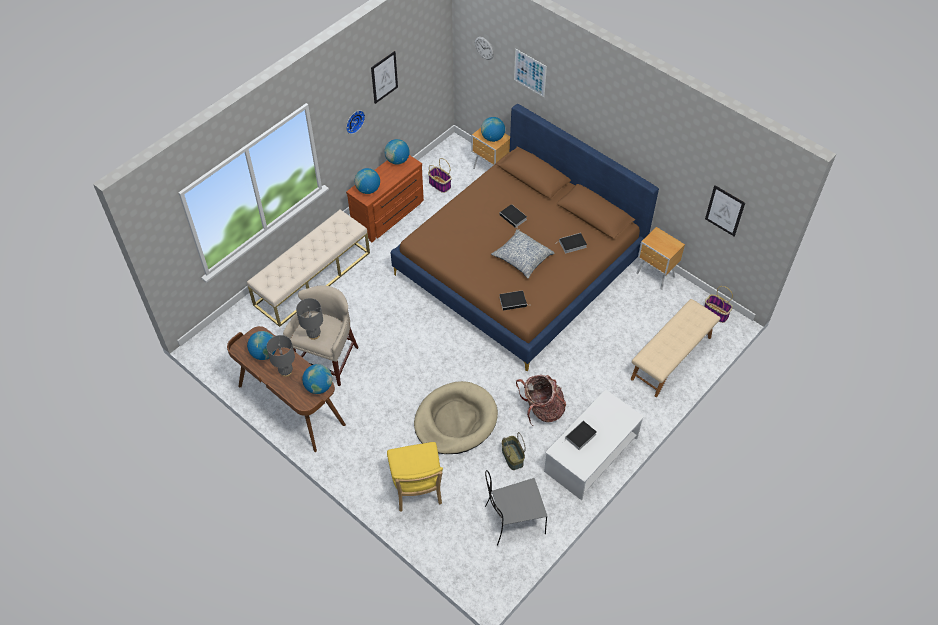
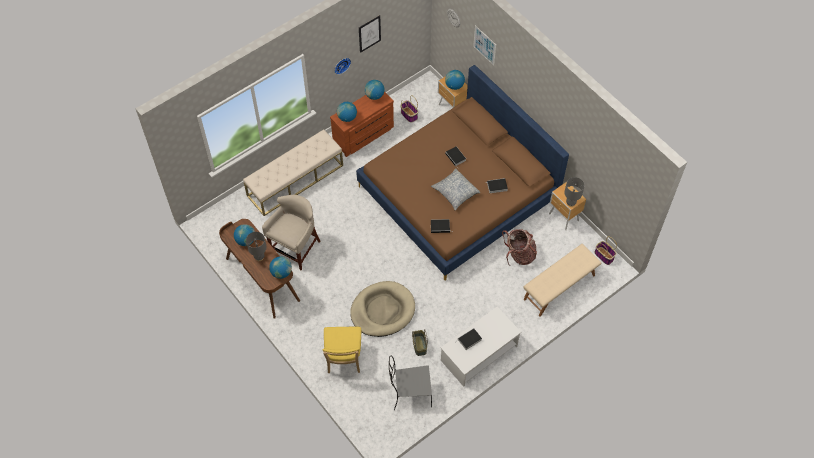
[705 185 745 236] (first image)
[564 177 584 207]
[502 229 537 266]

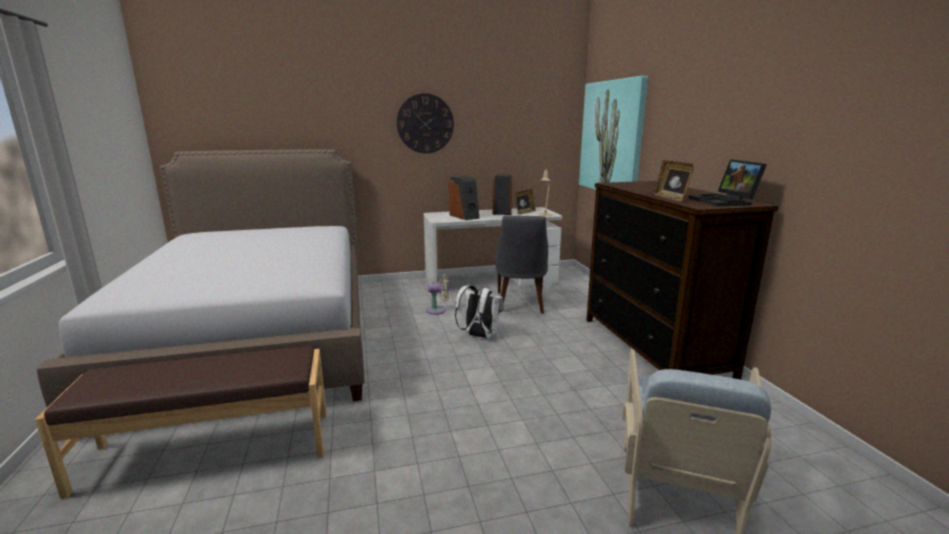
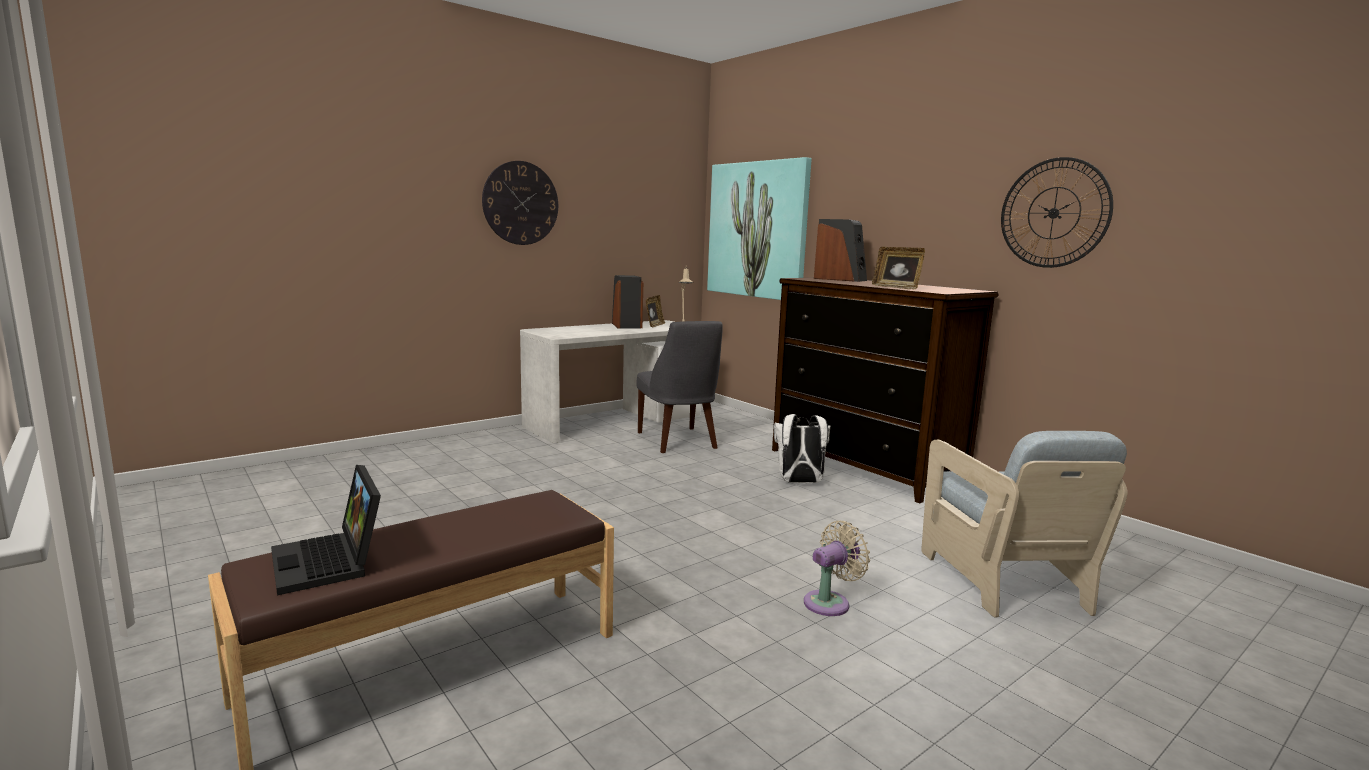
[37 149 365 407] (first image)
[1001 157 1113 268]
[804 521 870 616]
[814 219 867 282]
[774 414 830 483]
[271 465 381 595]

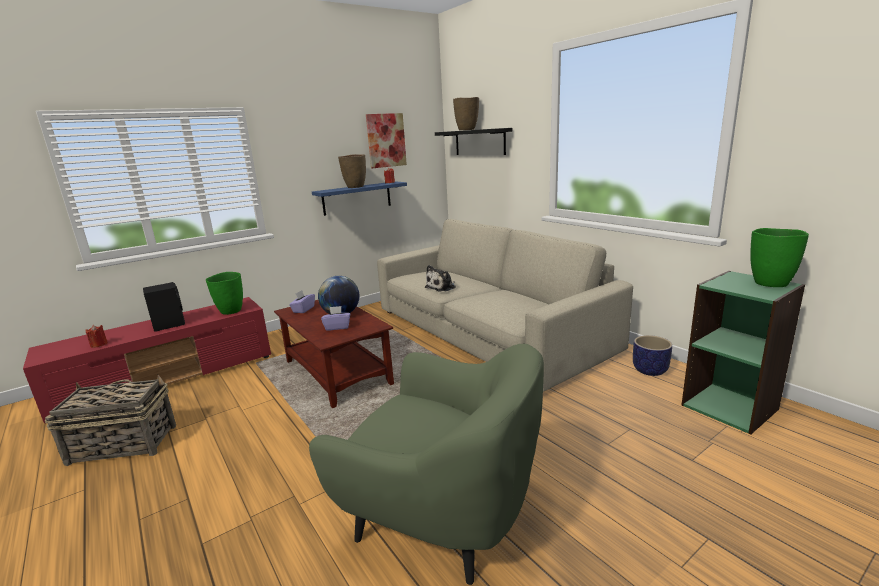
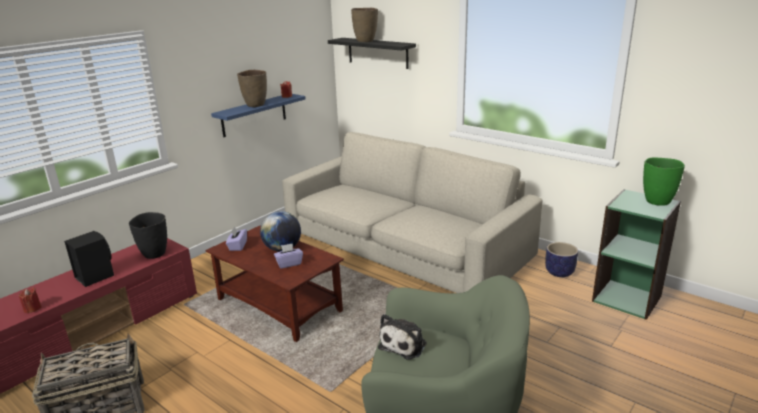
[366 113 407 168] (first image)
[378 314 426 360]
[129 212 167 259]

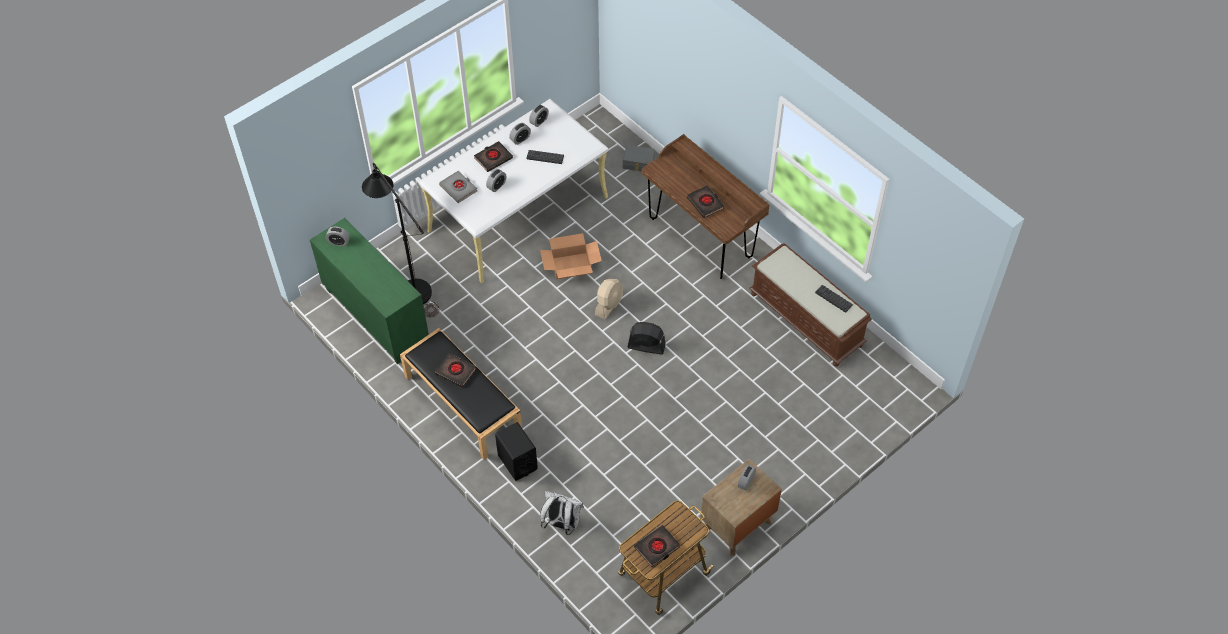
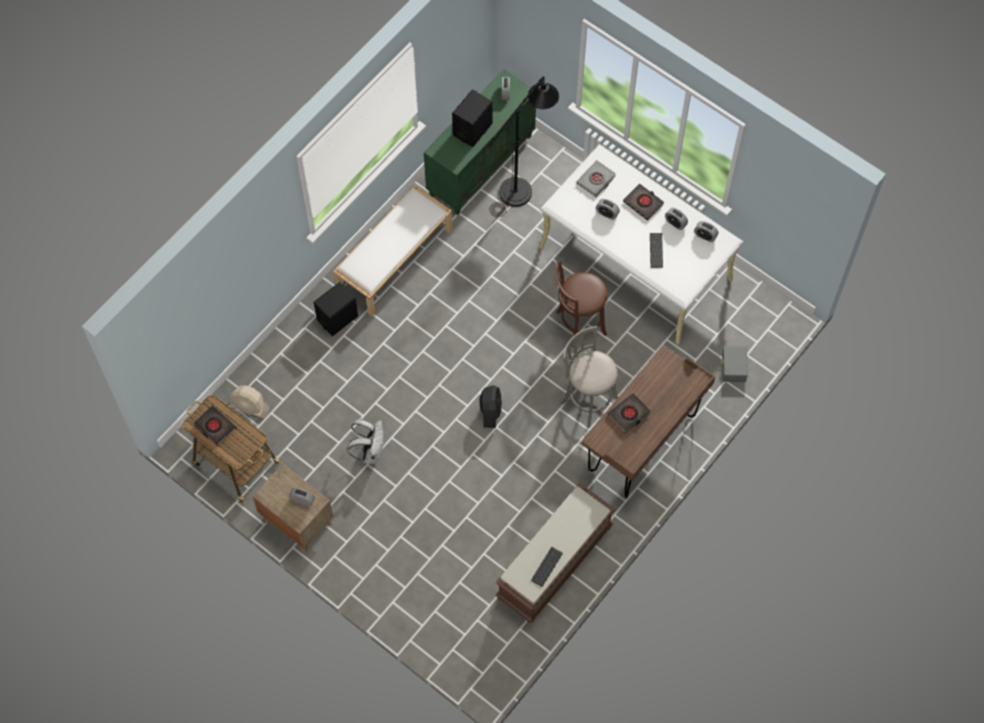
[435 353 476 387] (first image)
[452 90 492 147]
[561 326 618 427]
[347 419 384 464]
[230 385 270 419]
[555 260 608 348]
[333 185 453 316]

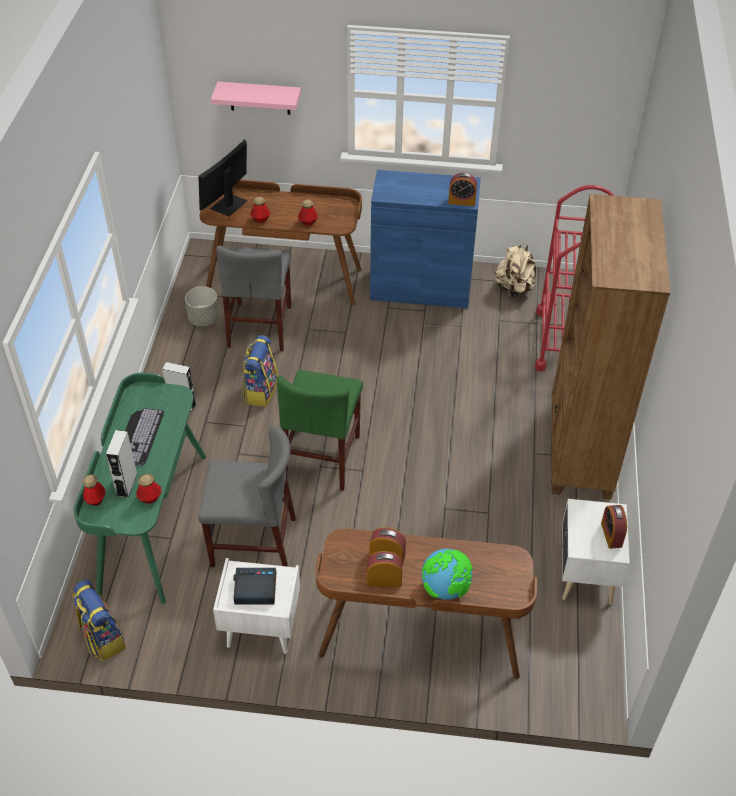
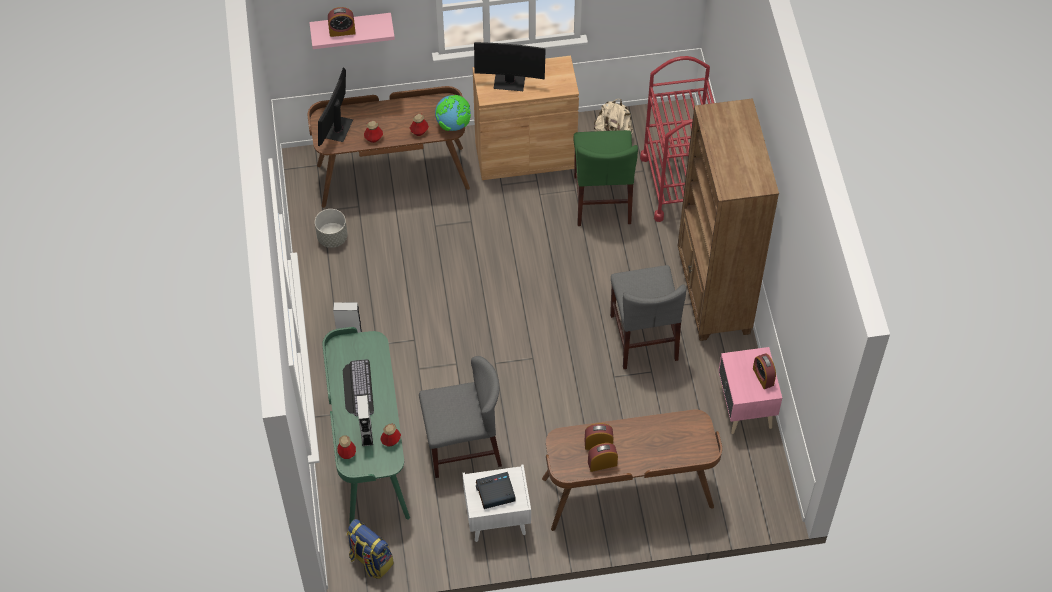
[242 335 278 407] (first image)
[474 42 546 91]
[610 265 686 369]
[573 130 638 226]
[435 95 471 131]
[328 7 356 37]
[473 56 579 180]
[718 347 782 434]

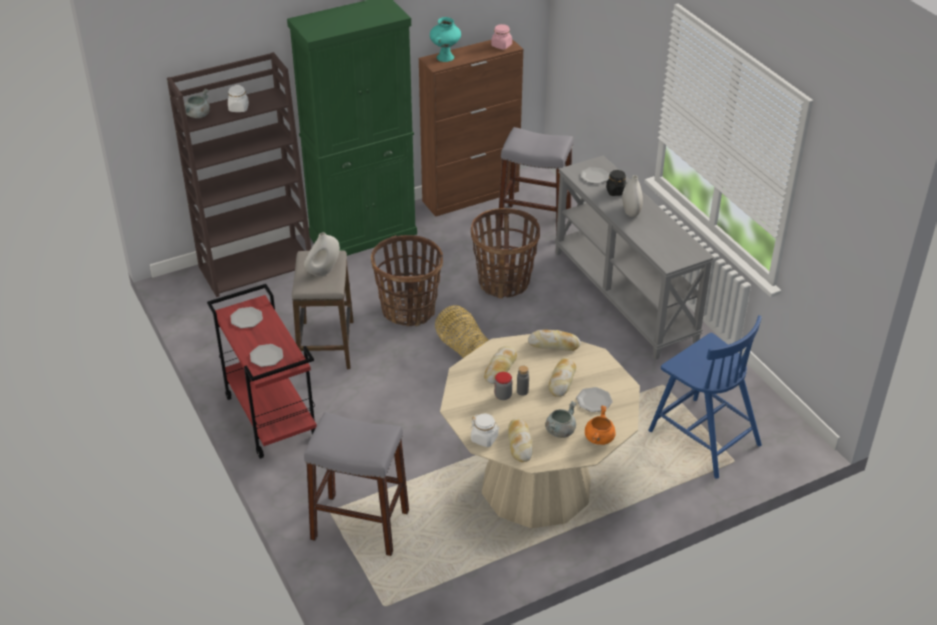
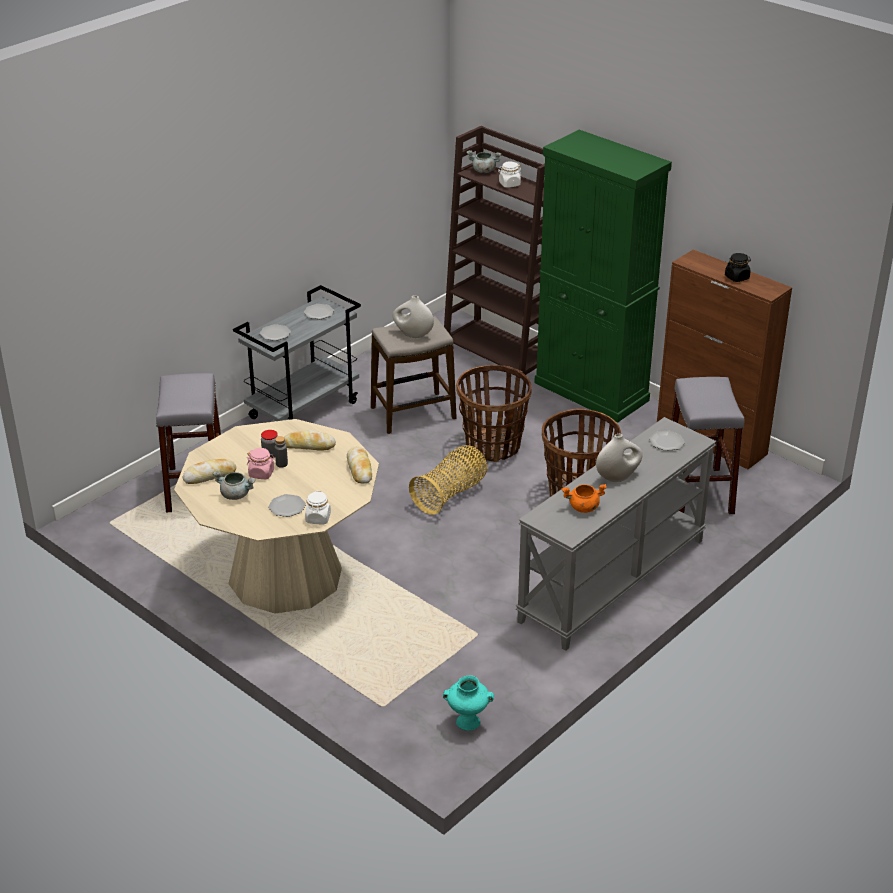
[549 358 576 397] (first image)
[648 315 762 479] (first image)
[443 675 494 731]
[305 491 331 524]
[247 448 275 479]
[562 484 607 513]
[725 253 751 282]
[233 285 361 421]

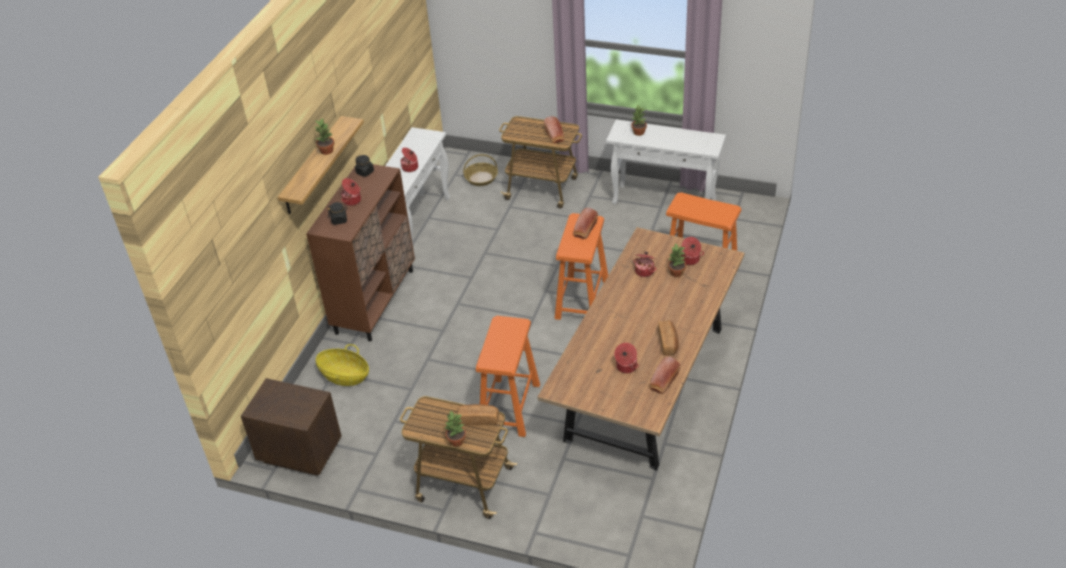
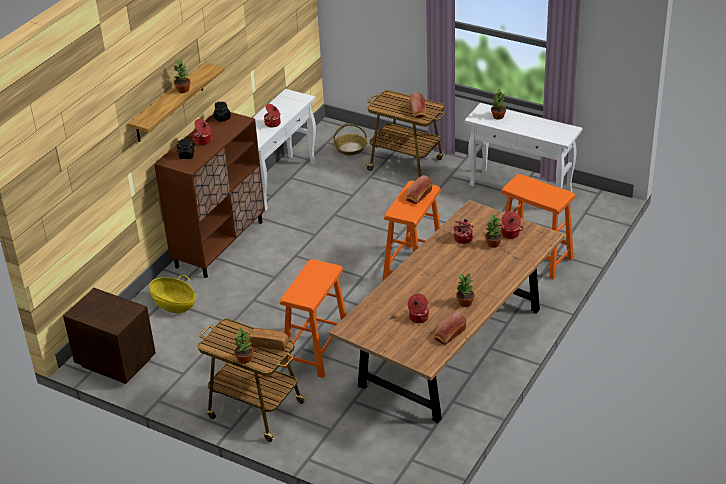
[456 273 475 307]

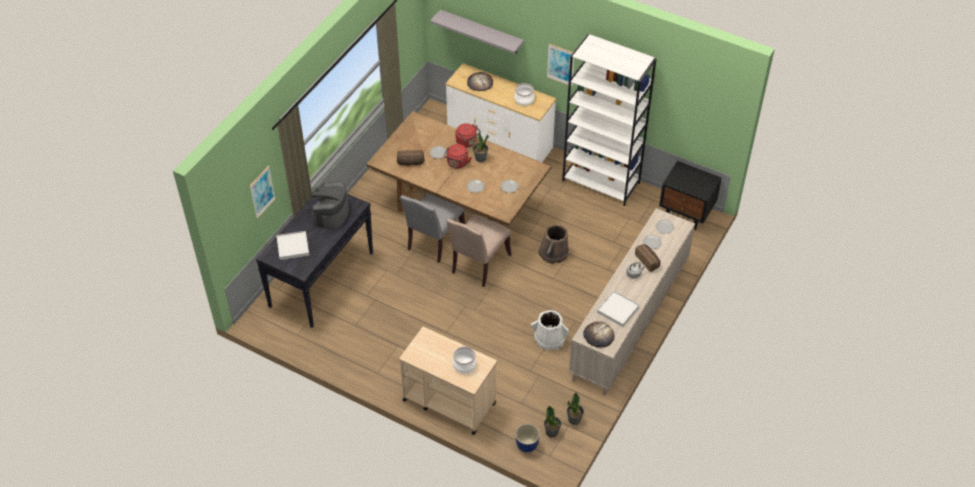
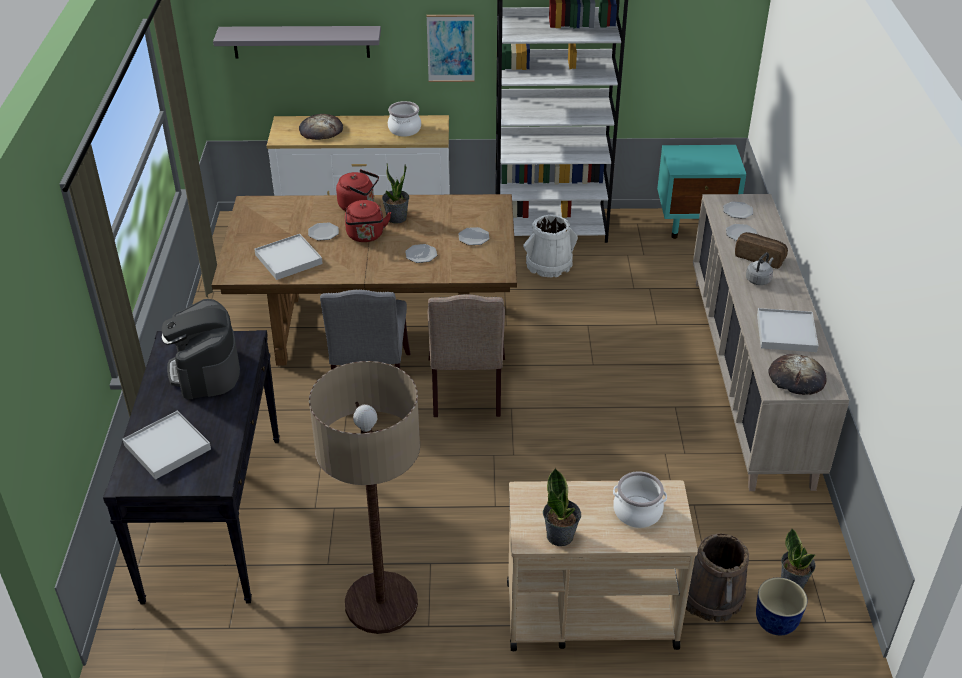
[250 166 276 219] (first image)
[309 361 420 634]
[523 215 578 278]
[686 534 749 622]
[543 468 581 546]
[254 234 323 280]
[657 145 746 239]

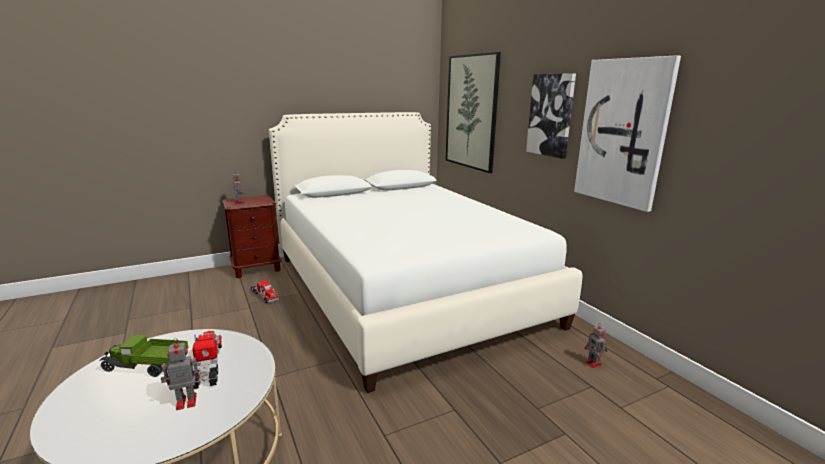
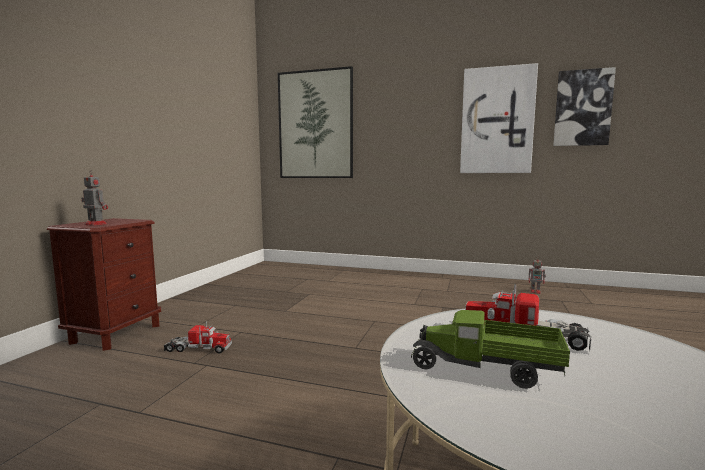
[161 338 200 410] (first image)
[269 112 582 393] (first image)
[553 67 616 146]
[411 310 570 389]

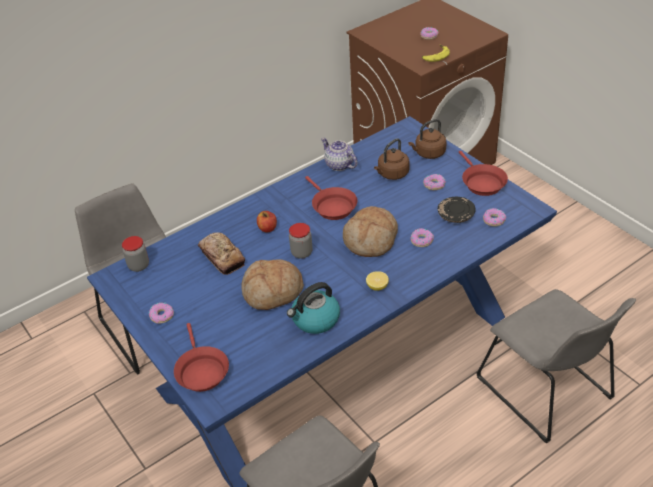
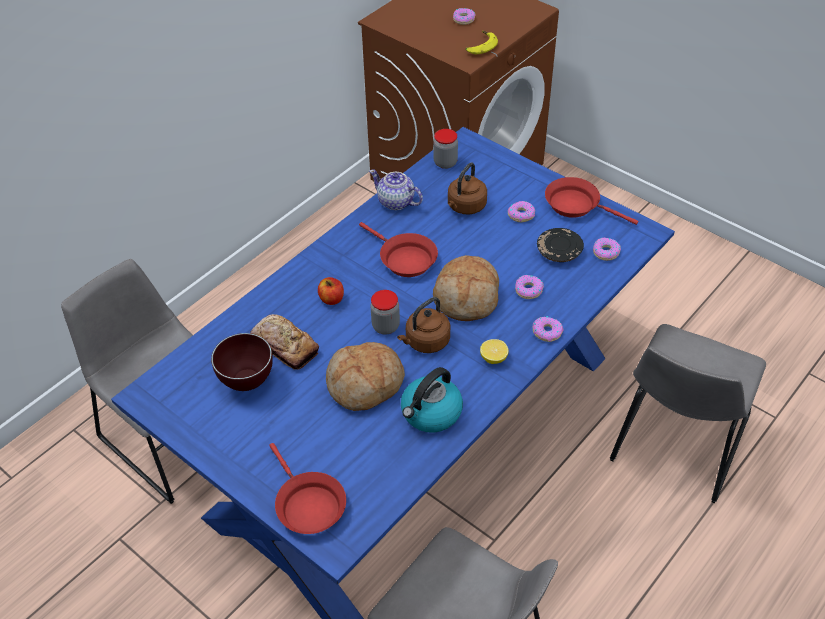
[211 333 273 391]
[434 129 458 169]
[533 316 564 342]
[397 297 450 353]
[545 177 638 225]
[610 324 766 503]

